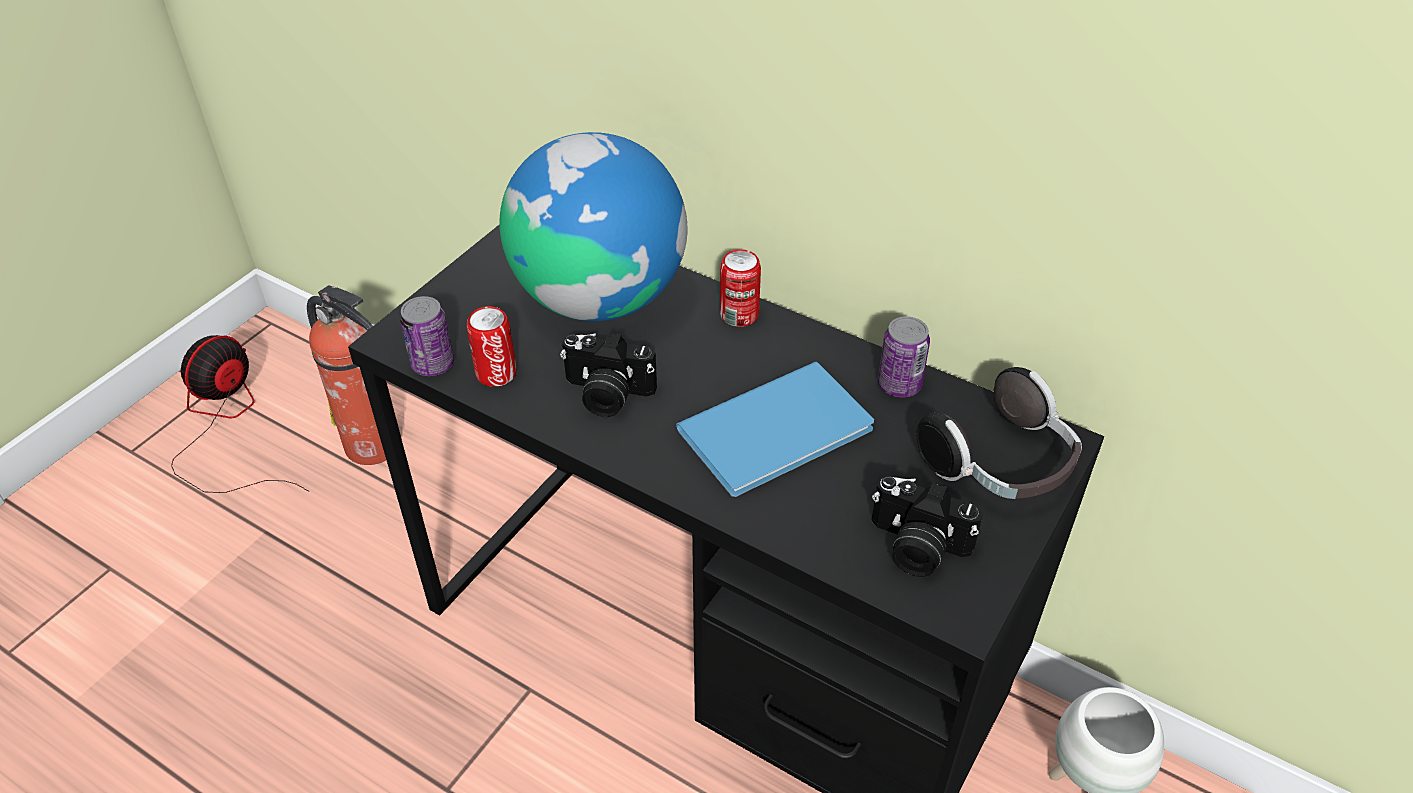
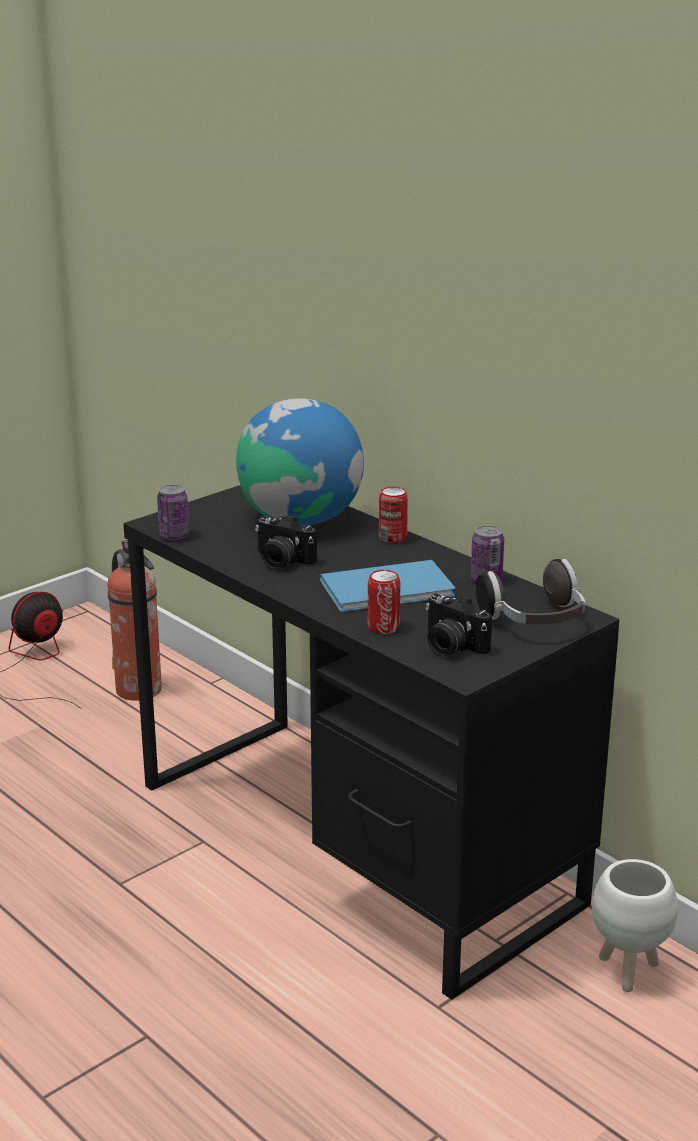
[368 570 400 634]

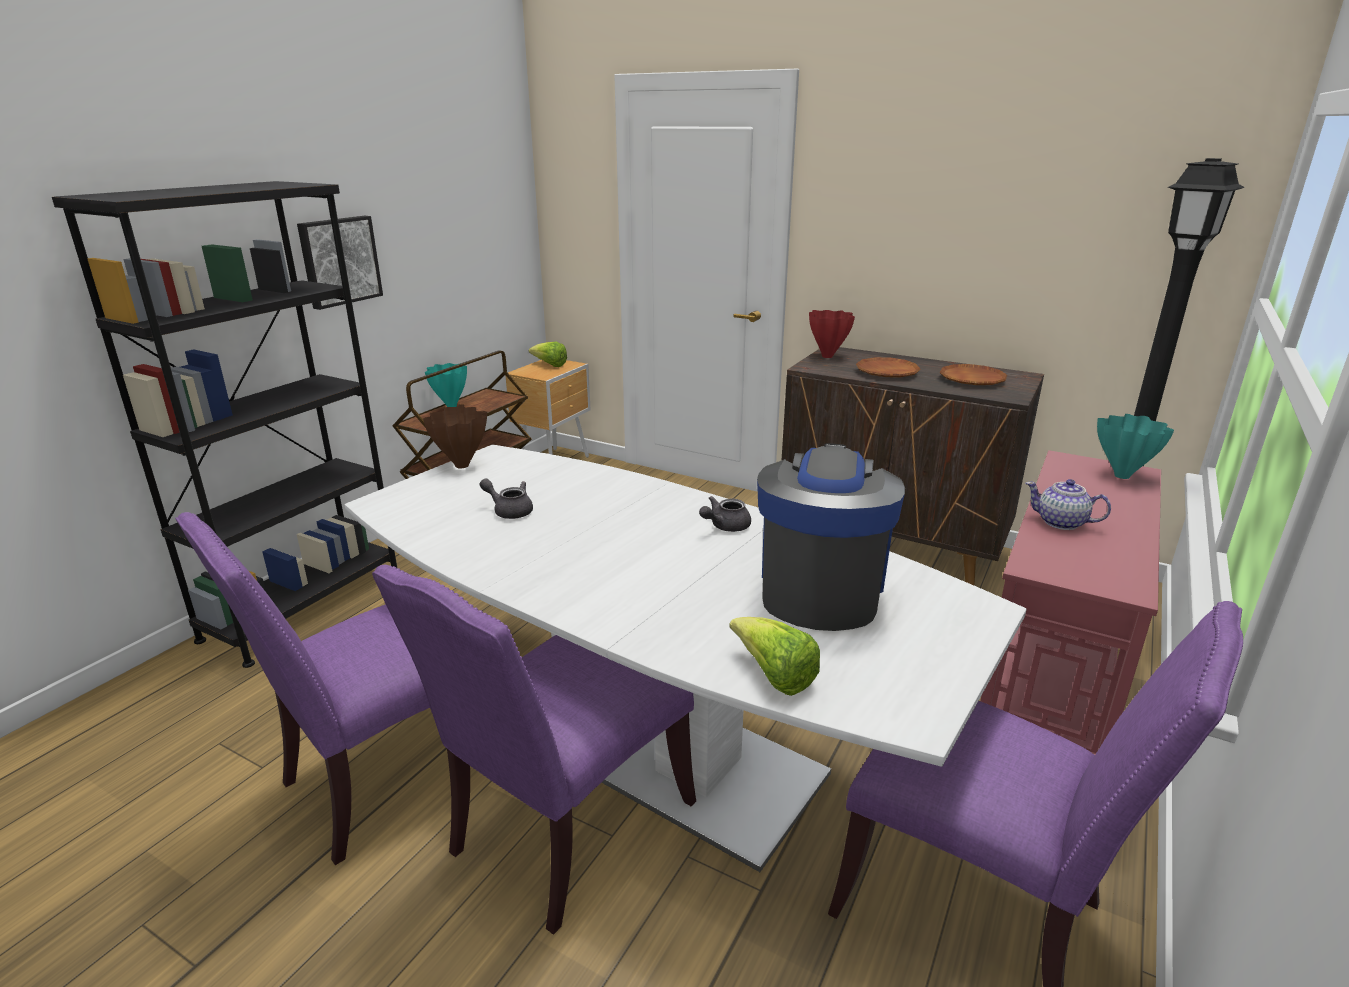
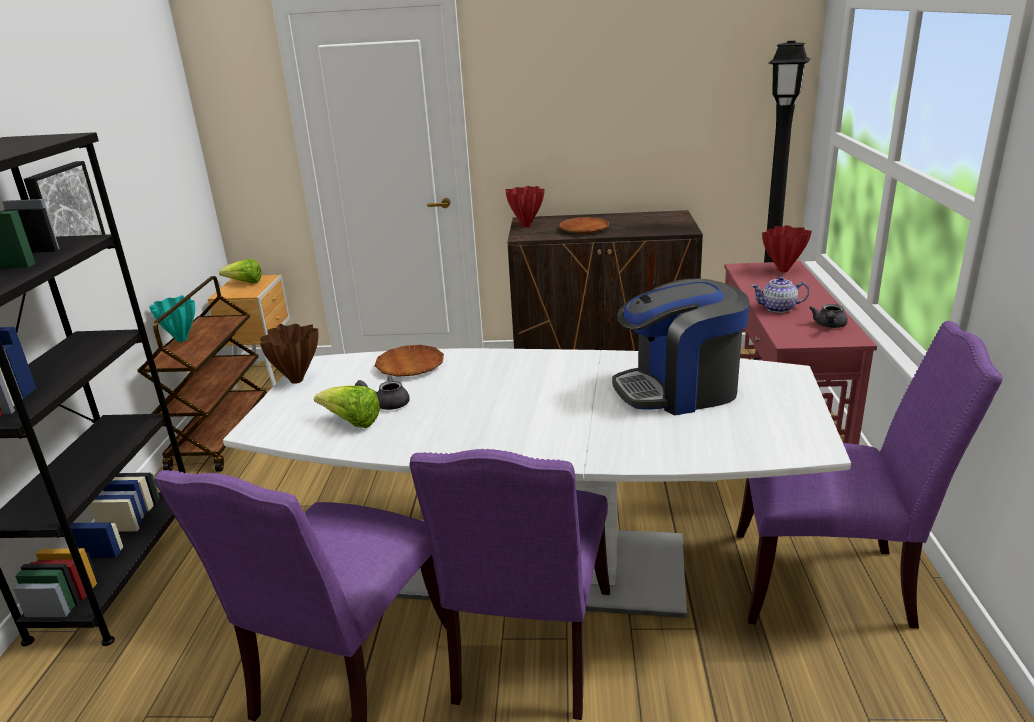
[809 304 848 328]
[314 386 380 428]
[375 345 444 377]
[762 225 812 272]
[612 278 750 415]

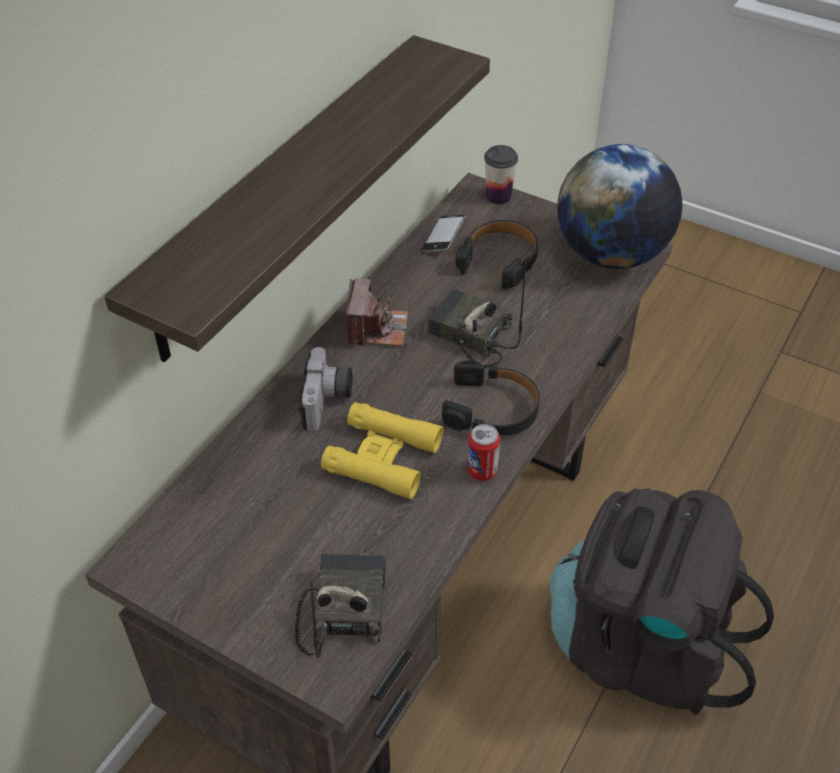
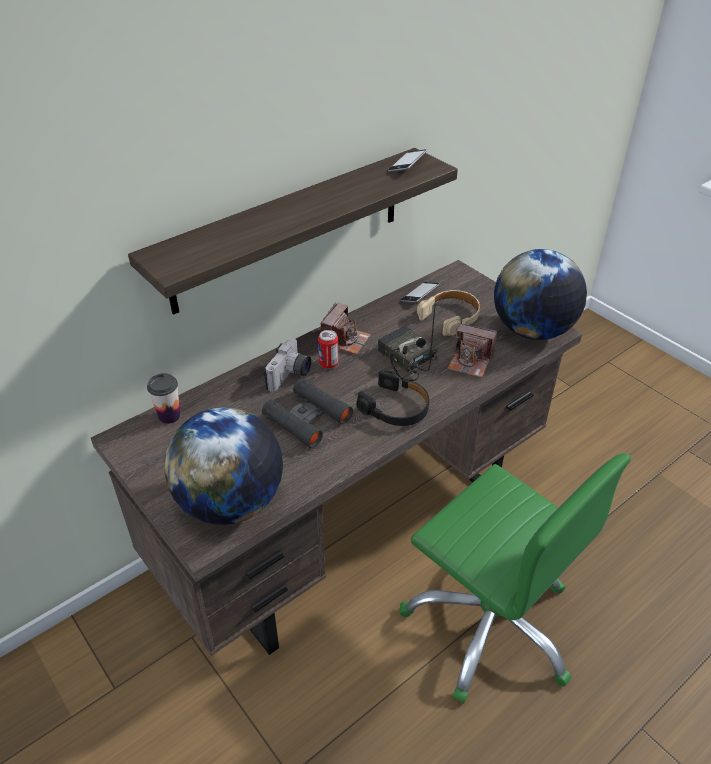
[388 149 427 172]
[448 324 497 378]
[318 330 339 368]
[147 373 181 424]
[164 407 283 525]
[399 453 631 703]
[262 378 353 448]
[417 290 480 336]

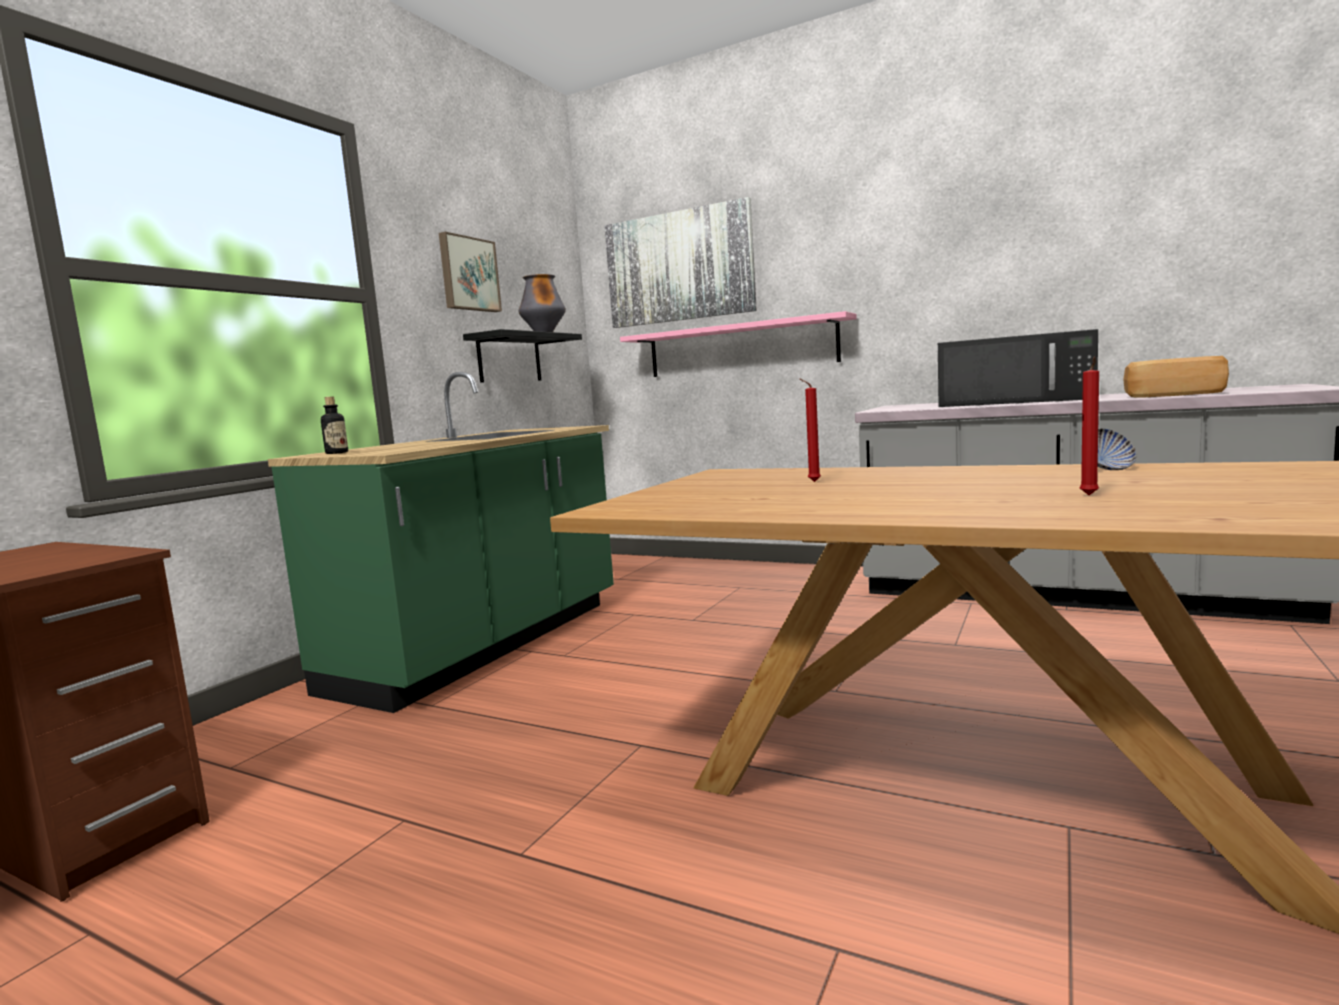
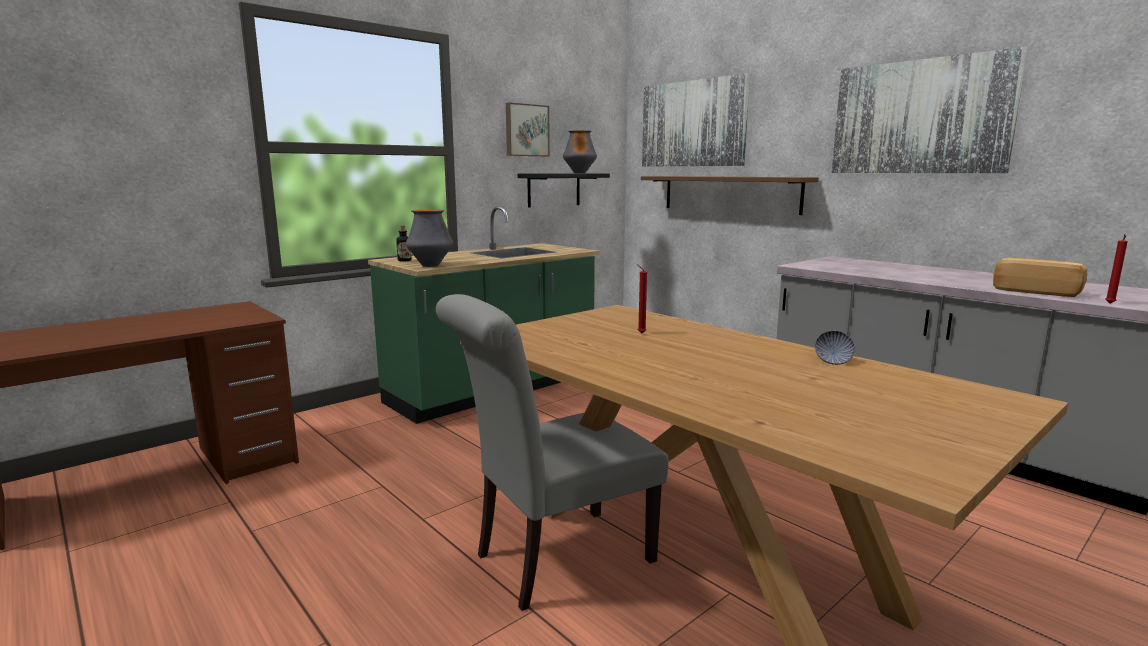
[938 329 1098 407] (first image)
[406 209 453 267]
[436 294 669 611]
[831 47 1028 173]
[1105 234 1128 303]
[641 176 819 215]

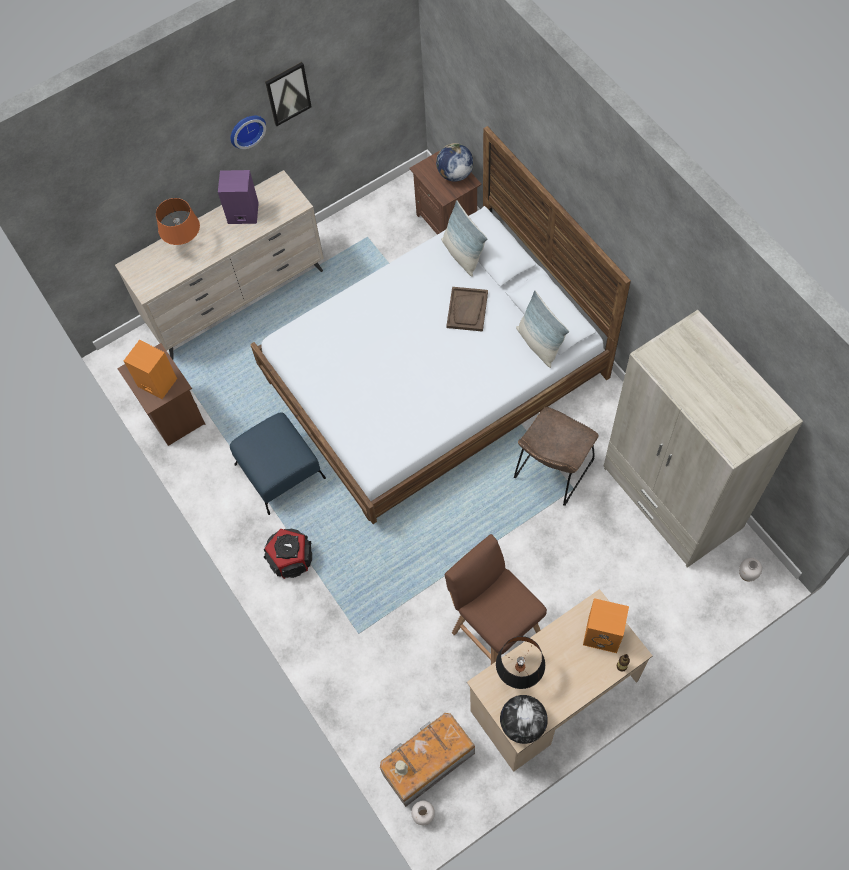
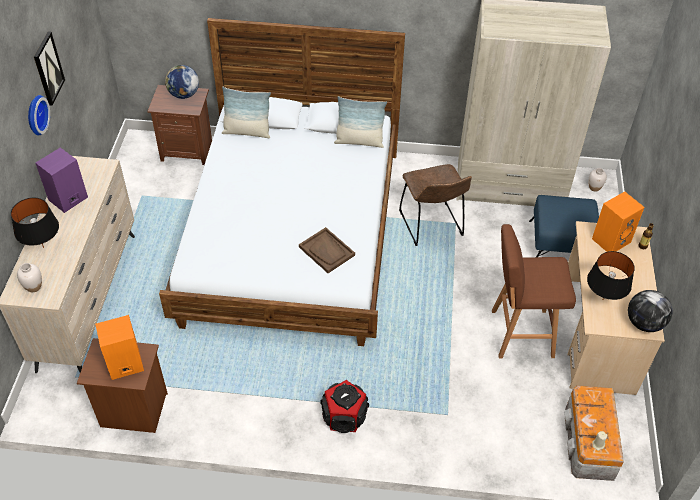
[529 195 599 257]
[17 263 42 292]
[299 227 355 273]
[11 198 59 248]

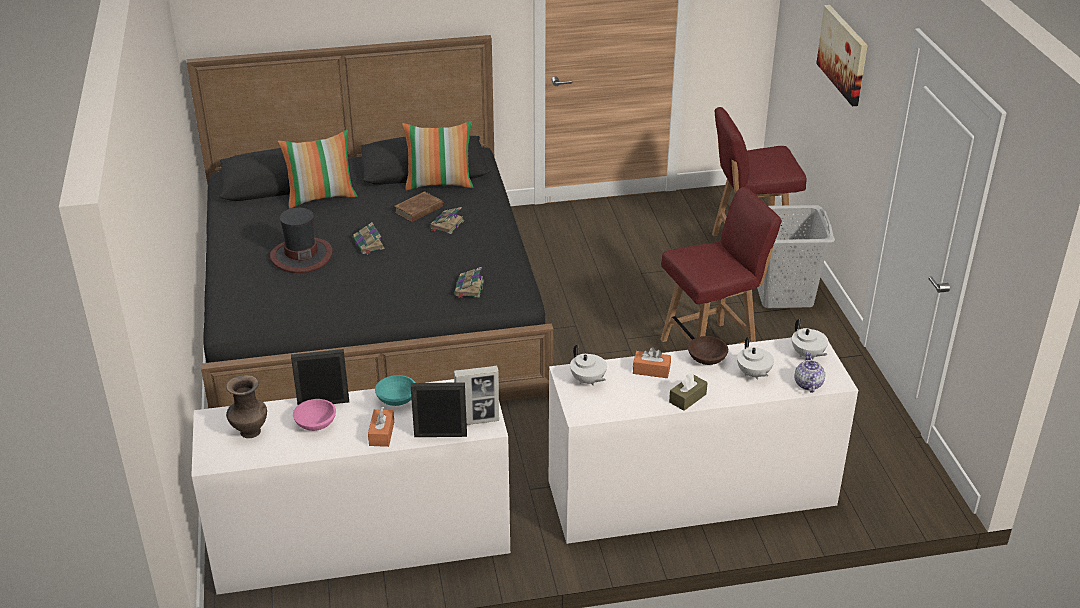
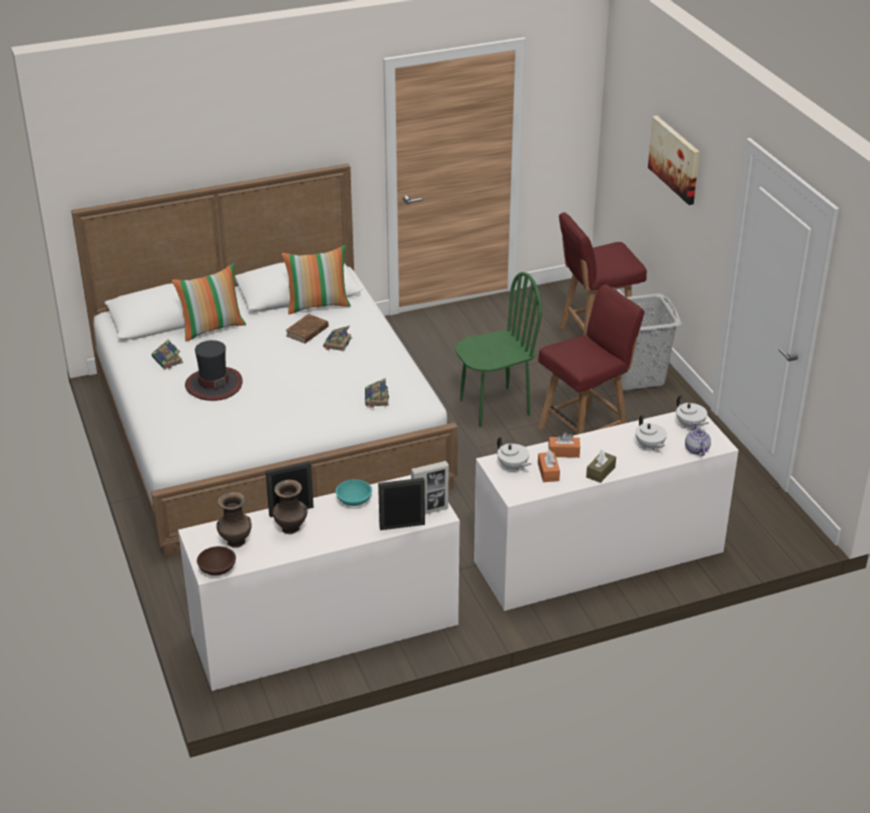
[455 272 542 427]
[152 339 183 369]
[538 450 560 482]
[197 546 236 576]
[273 480 308 534]
[71 163 458 558]

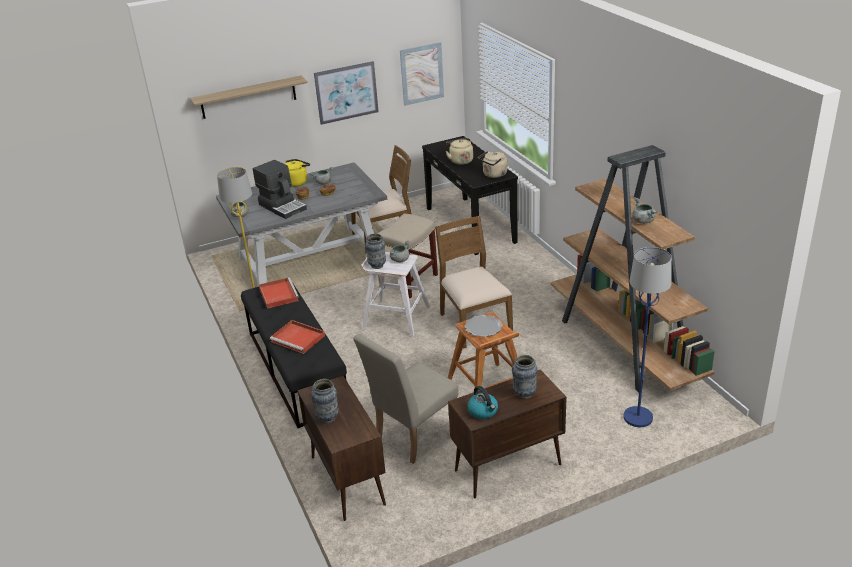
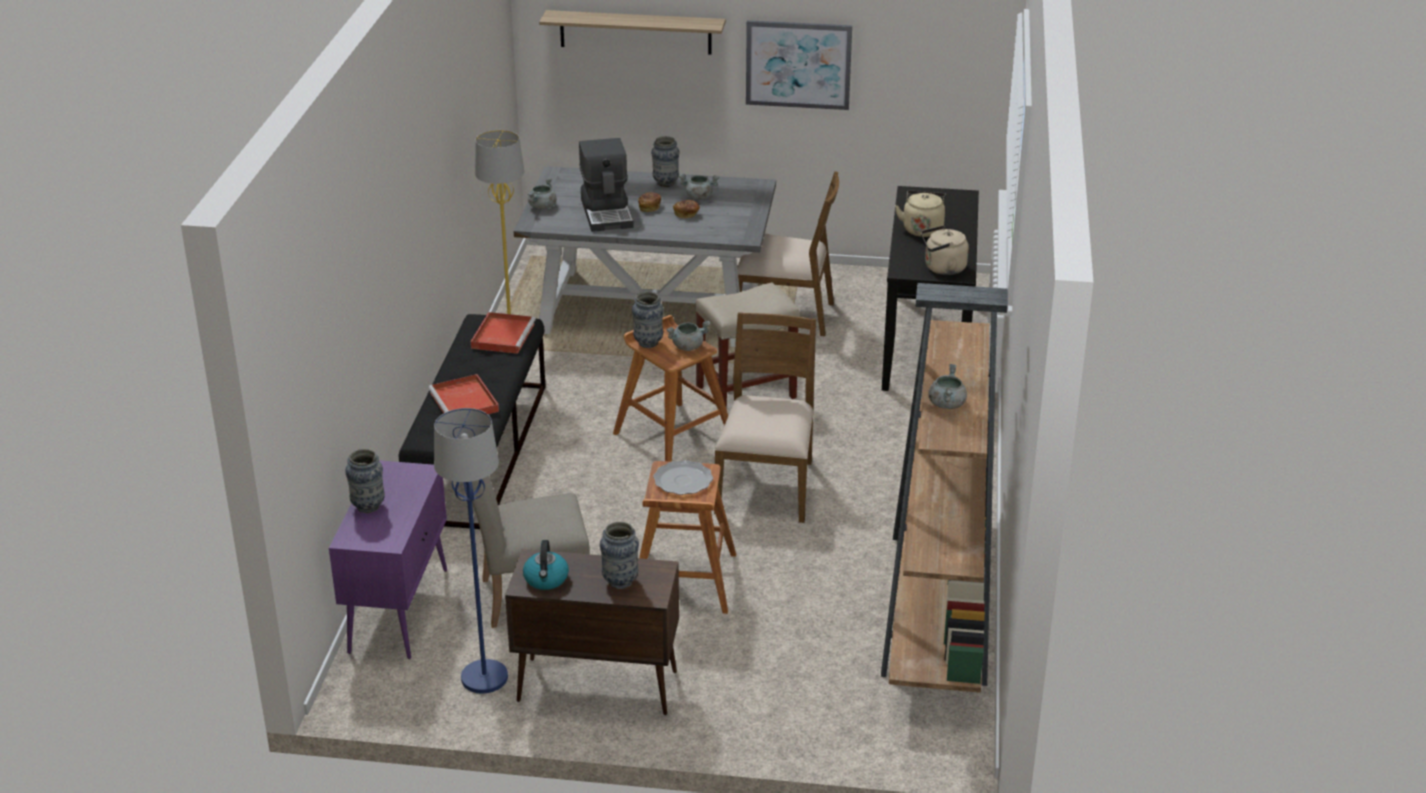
[400 42 444 106] (first image)
[434 408 508 693]
[651 136 680 187]
[329 460 447 659]
[613 315 728 462]

